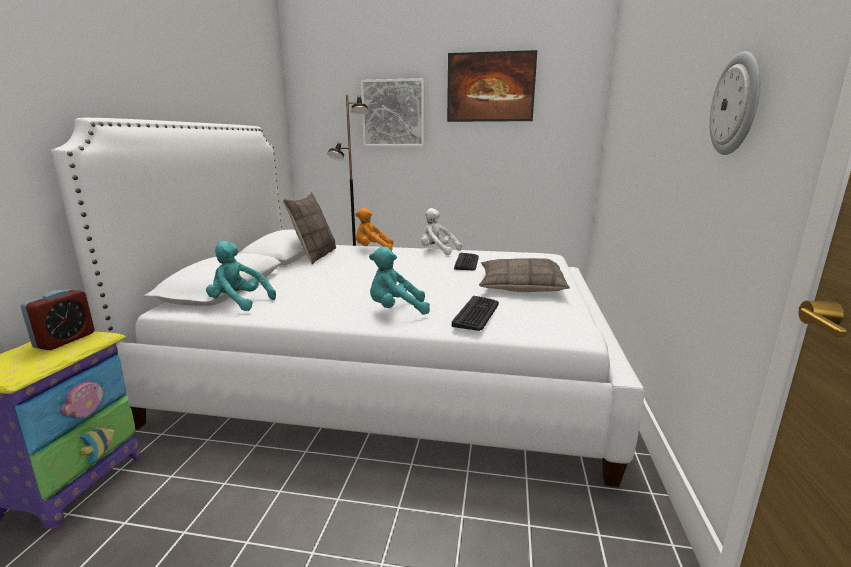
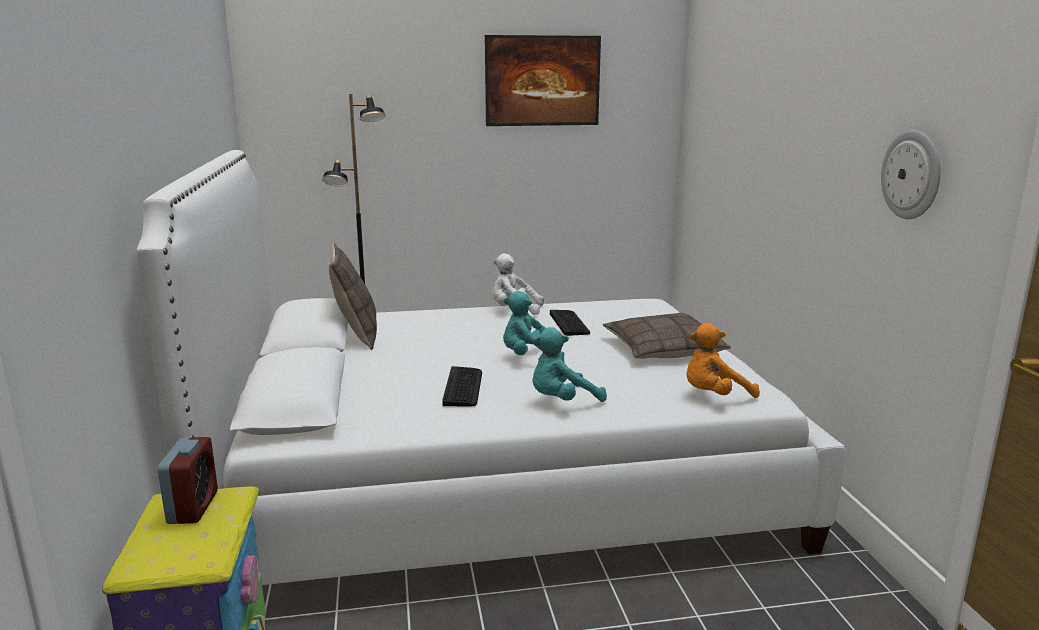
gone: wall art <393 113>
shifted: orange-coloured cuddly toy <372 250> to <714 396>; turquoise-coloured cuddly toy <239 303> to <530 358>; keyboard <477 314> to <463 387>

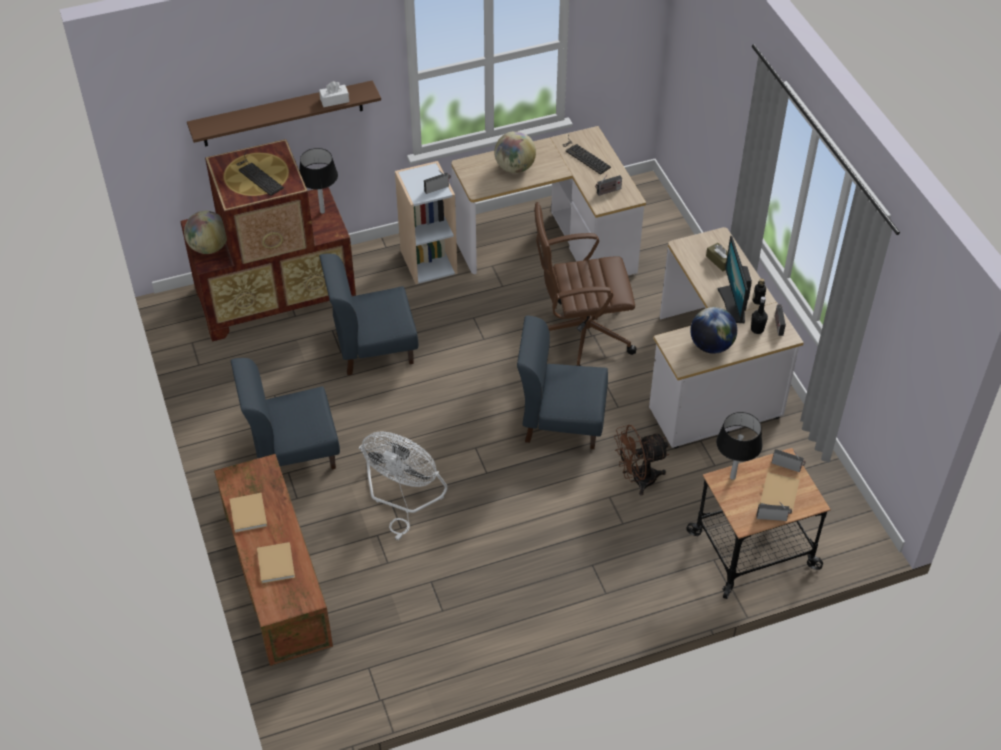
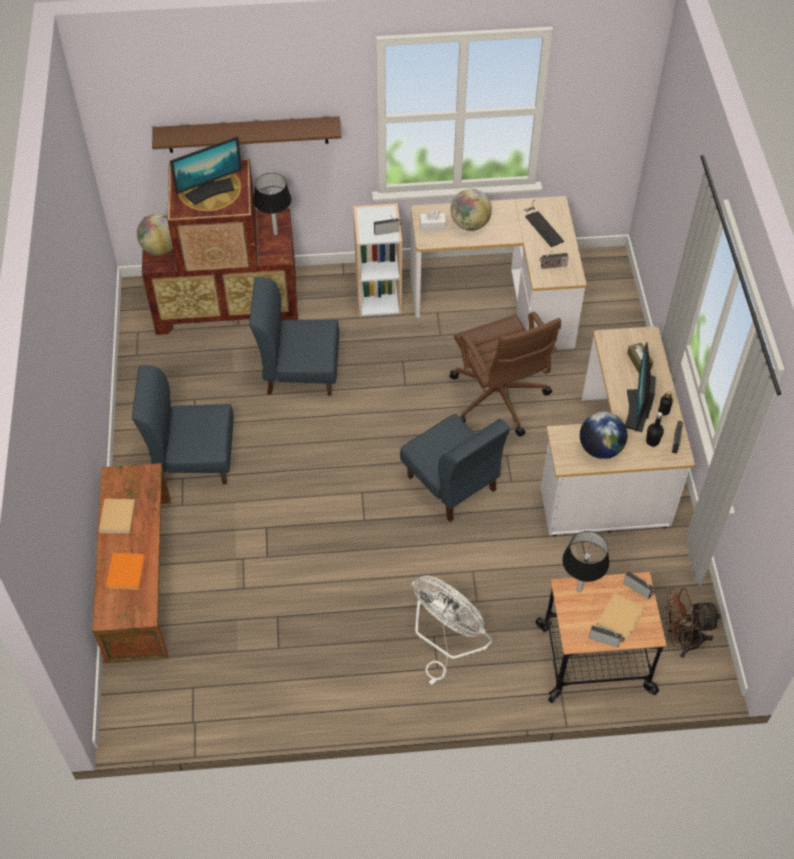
shifted: whitish tissue box <334 100> to <432 225>; brownish electric fan <637 479> to <682 639>; whitish electric fan <400 498> to <444 639>
swapped: keyboard <257 175> to monitor <210 191>
repainted: sand-coloured bound book <275 562> to orange-coloured bound book <126 571>
rotated: brownish desk chair <580 335> = <499 400> 120 degrees counterclockwise; bluish plain chair <561 421> = <451 484> 150 degrees counterclockwise

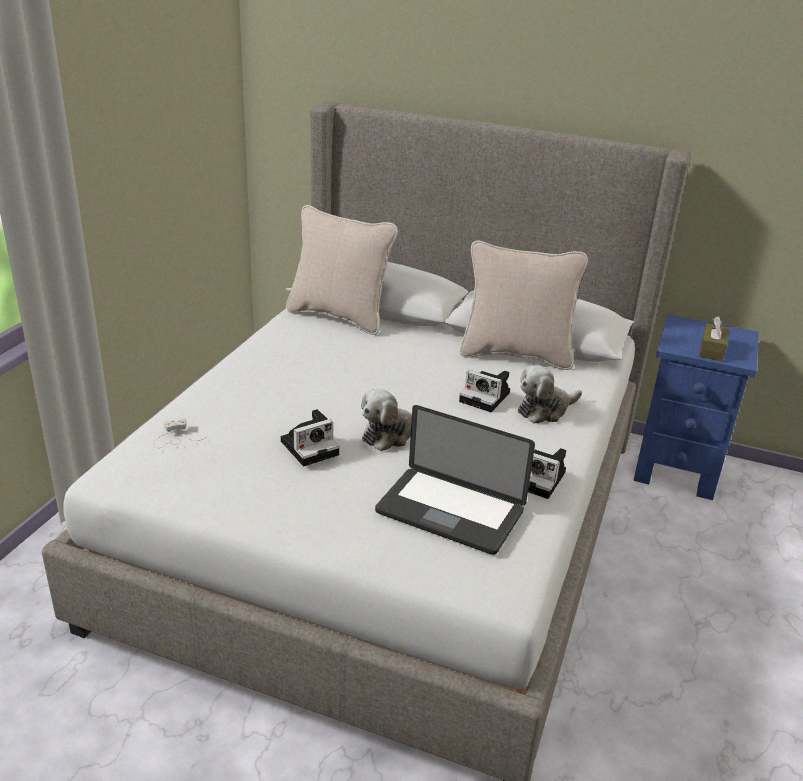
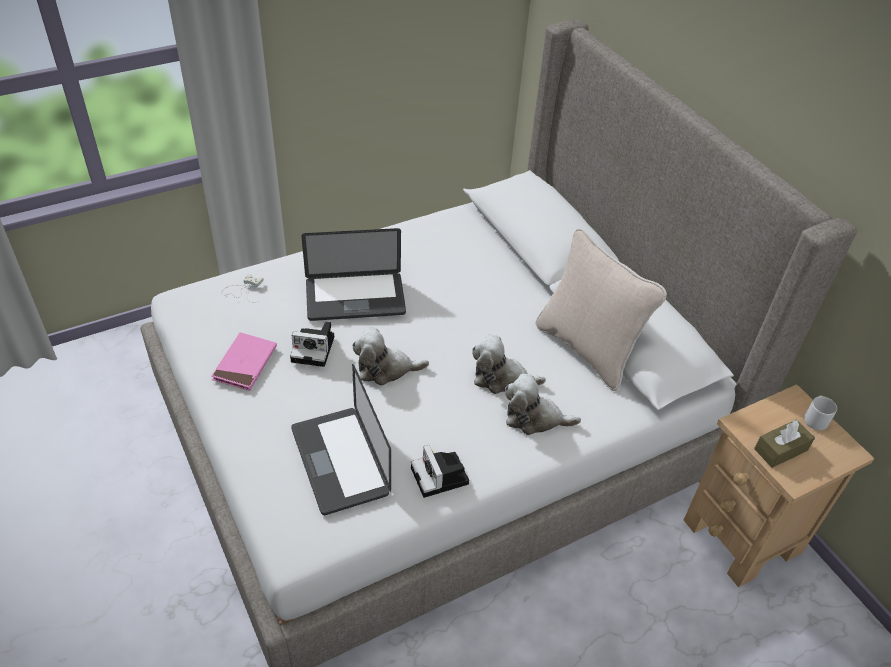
gone: sand-coloured cushion <339 316>
new: portable computer <355 298>; pinkish bound book <245 364>; grey mug <815 419>
swapped: photo camera <486 397> to cuddly toy <501 378>
repainted: bluish nightstand <677 470> to sand-coloured nightstand <741 538>

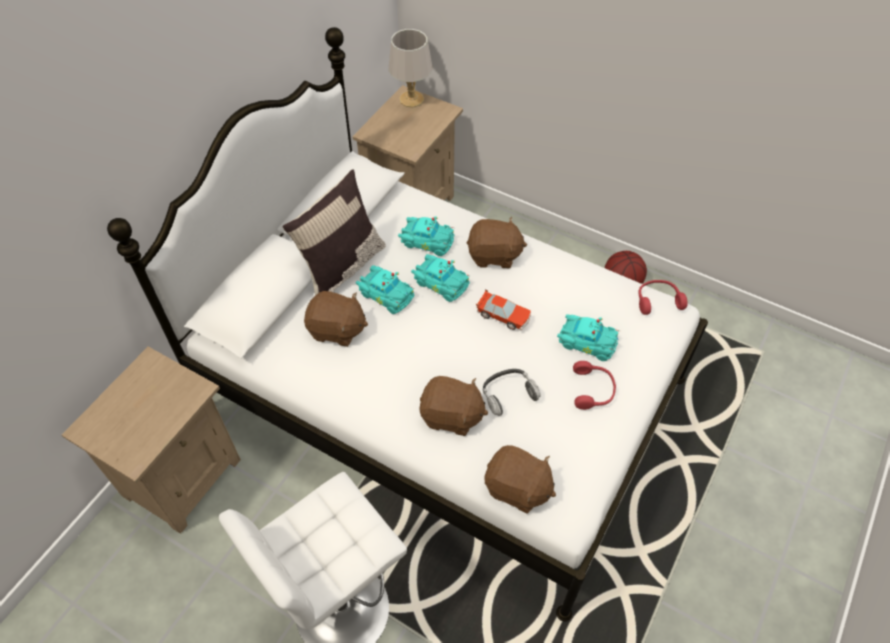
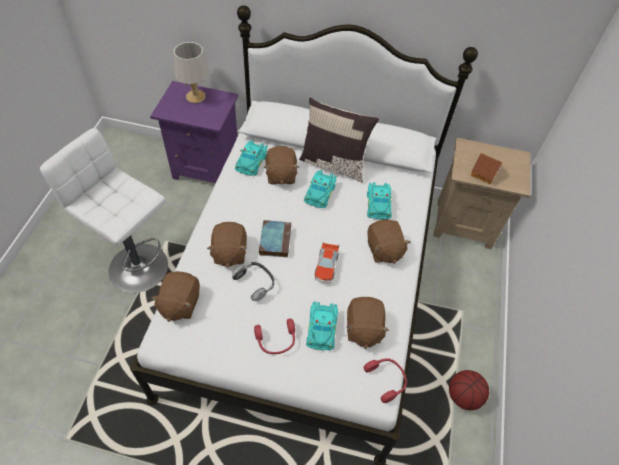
new: model house <484 173>; bound book <275 240>; brownish cuddly toy <363 329>
shifted: grey lamp for a table <412 99> to <196 96>; turquoise-coloured toy car <440 282> to <252 162>
repainted: sand-coloured nightstand <185 477> to purple-coloured nightstand <206 169>

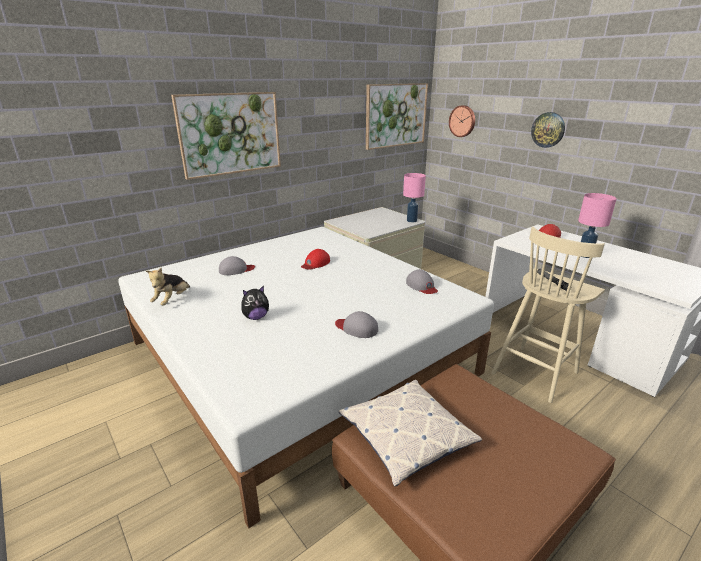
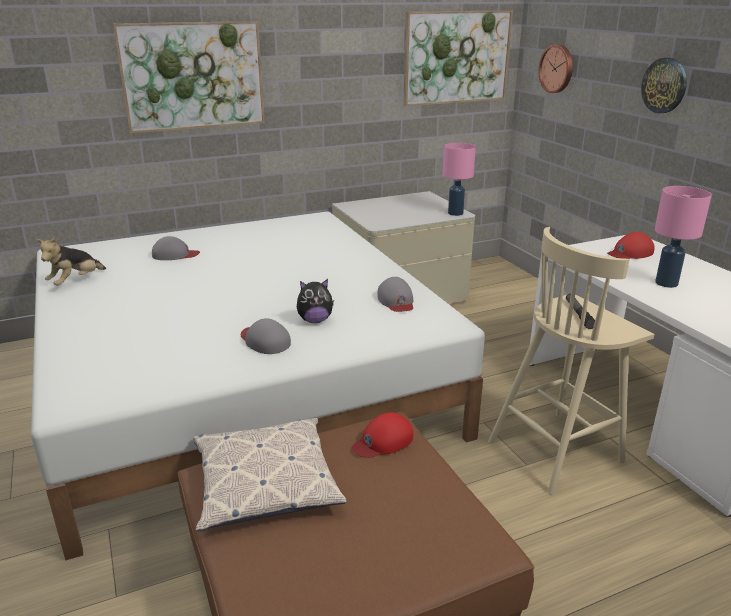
shifted: red cap <315 263> to <383 441>; cuddly toy <256 317> to <315 320>

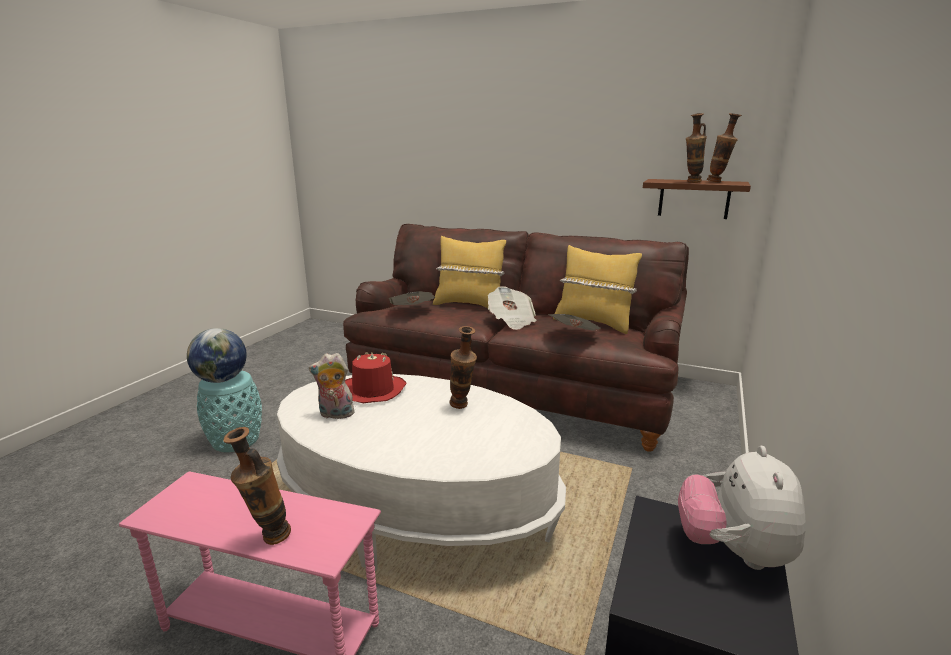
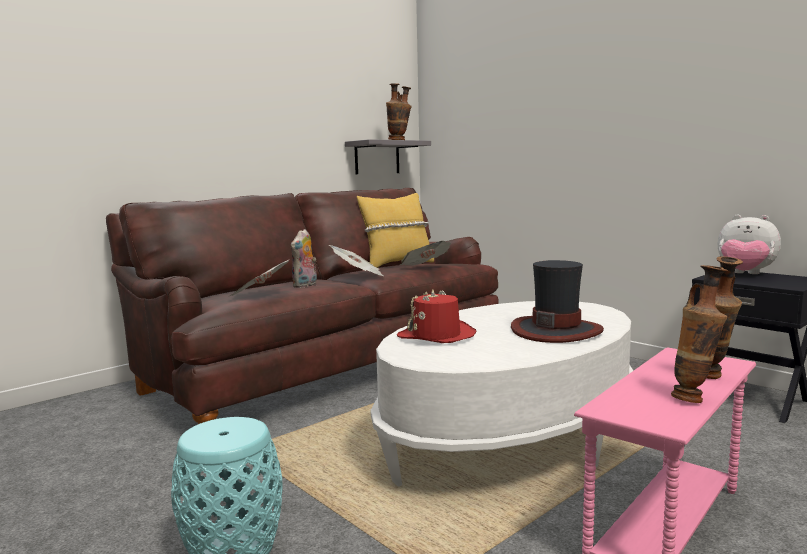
gone: yellow cushion <469 305>; world globe <221 380>
new: clothing hat <556 330>
shifted: decorative vase <462 407> to <695 399>; cuddly toy <335 415> to <305 285>
repainted: brownish bracket shelf <694 198> to grey bracket shelf <377 158>

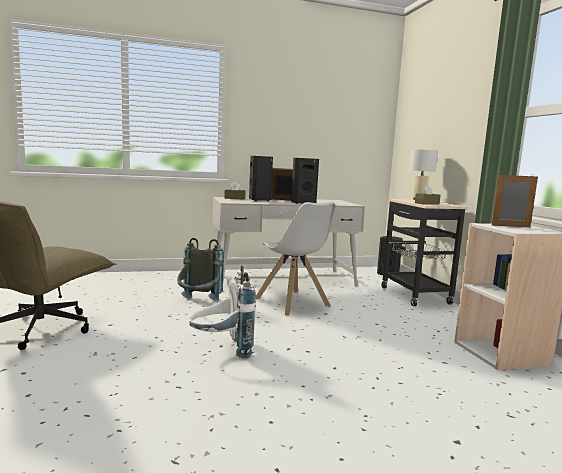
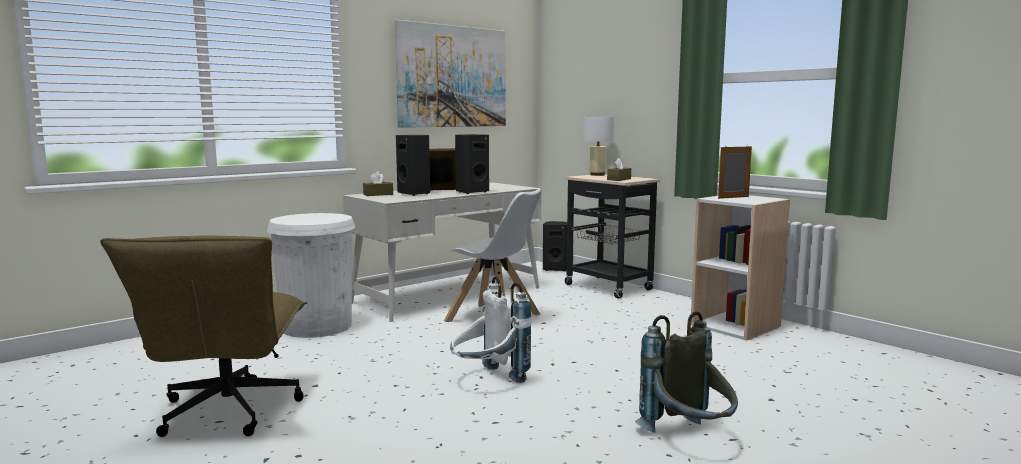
new: wall art <452 76>; whitish trash can <316 326>
shifted: grey rucksack <198 303> to <689 438>

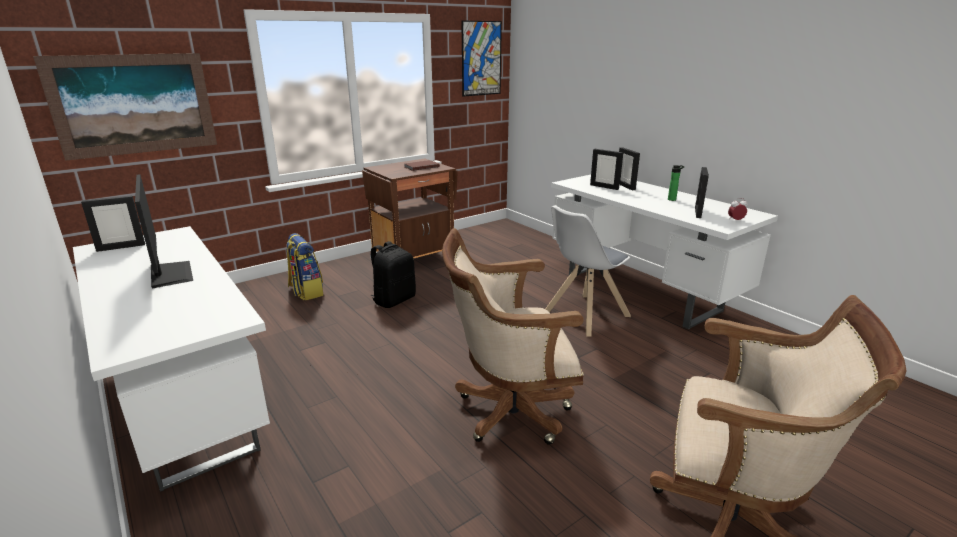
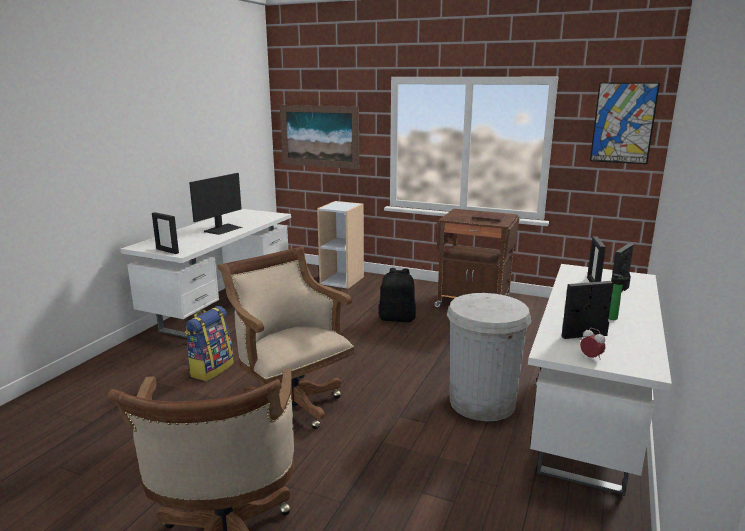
new: bookshelf <342 280>
shifted: standing frame <121 247> to <168 251>; rucksack <306 292> to <211 369>
swapped: plain chair <584 315> to whitish trash can <482 402>

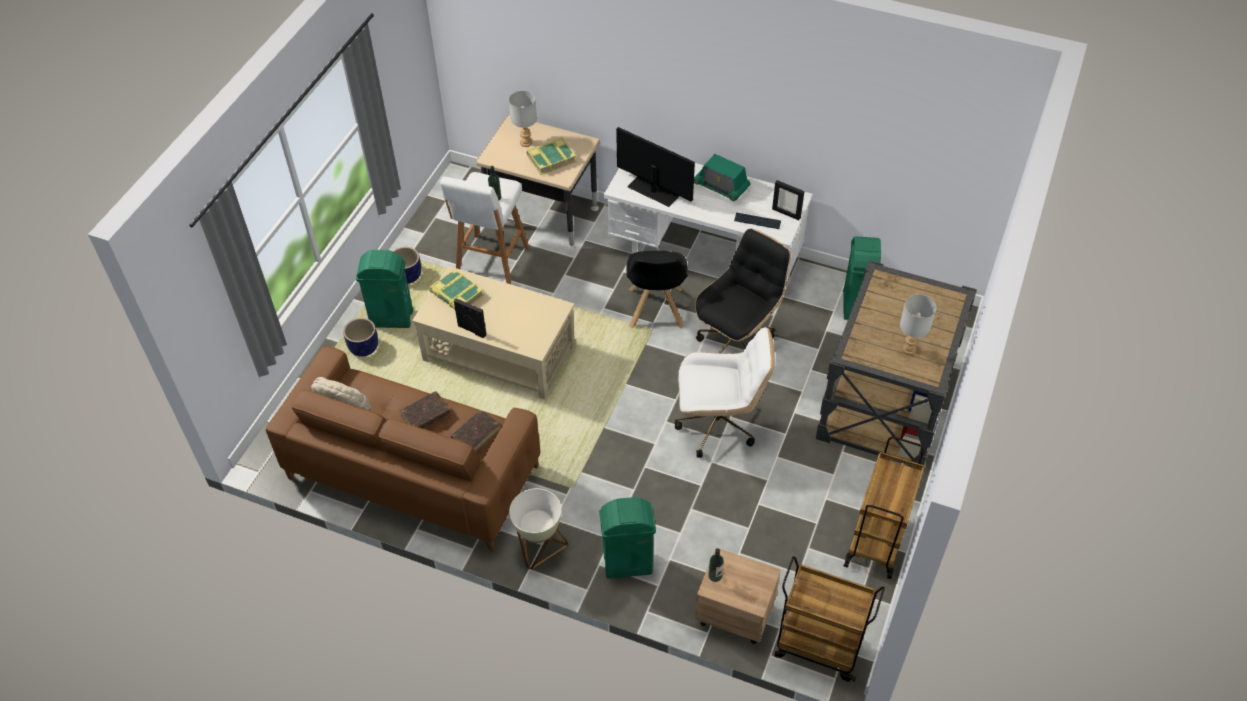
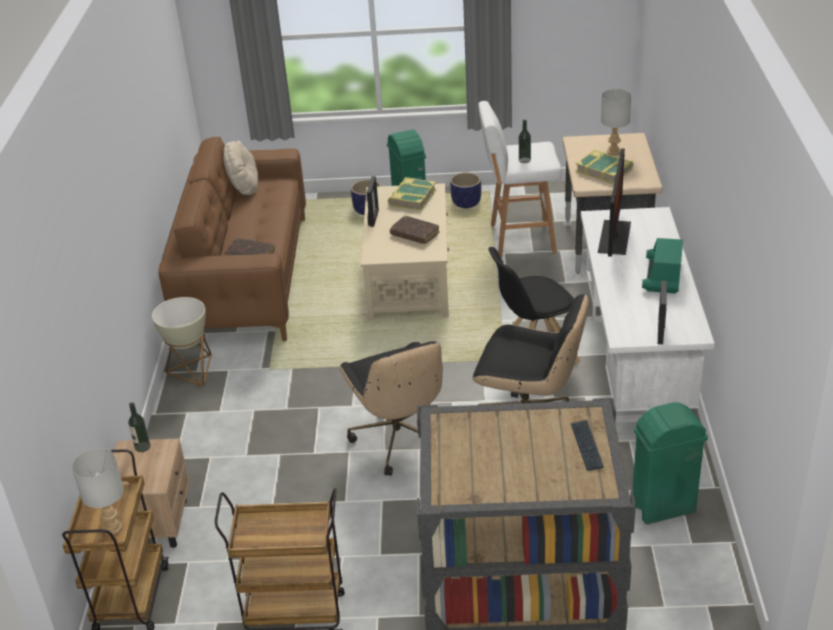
gone: green trash can <627 564>
shifted: keyboard <757 221> to <586 446>; grey lamp for a table <909 349> to <112 529>; brownish bound book <426 415> to <415 234>
repainted: whitish desk chair <719 427> to black-coloured desk chair <399 444>

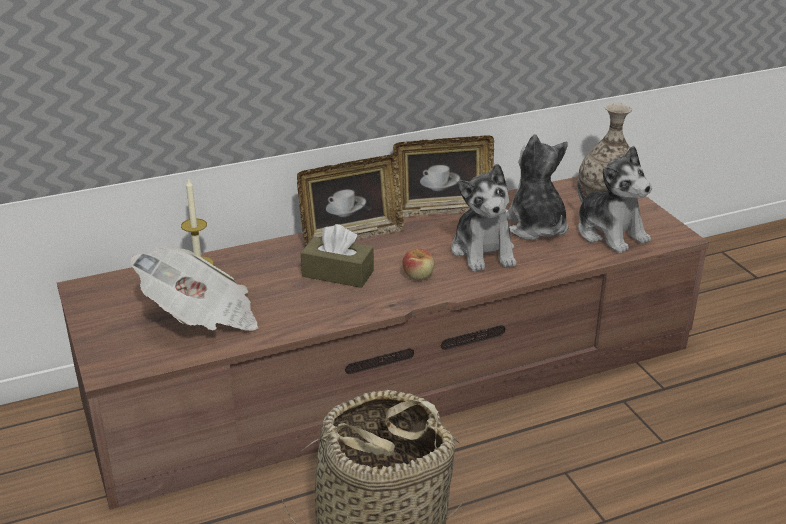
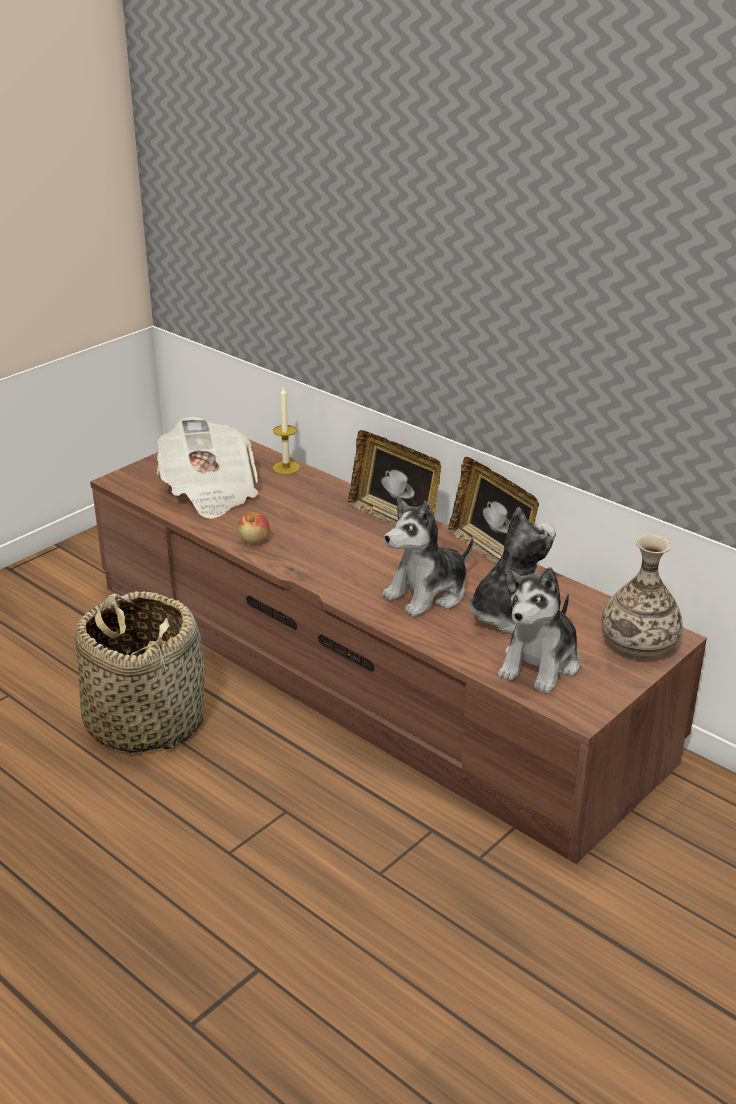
gone: brownish tissue box <338 273>
shifted: whole apple <418 276> to <254 540>

